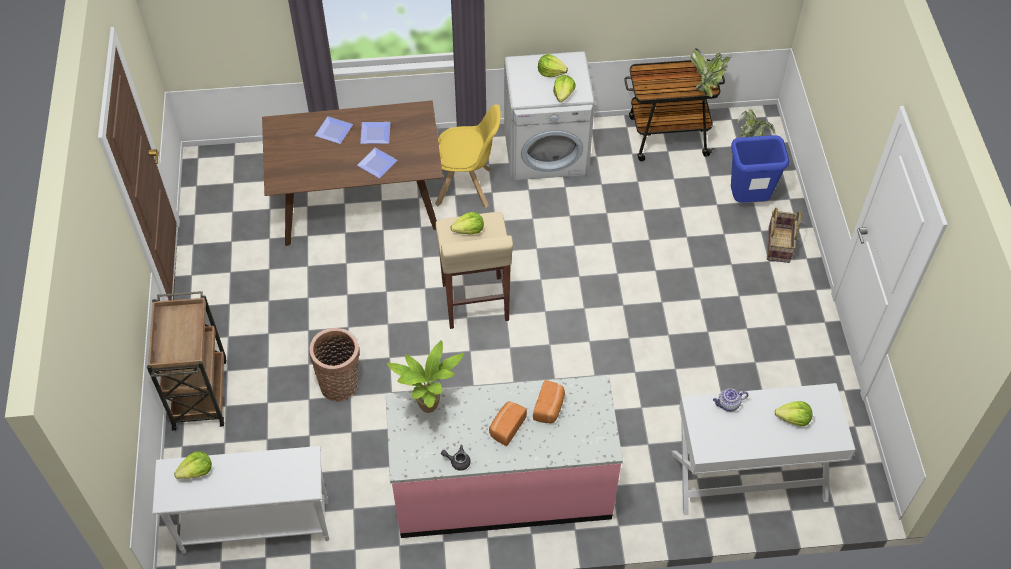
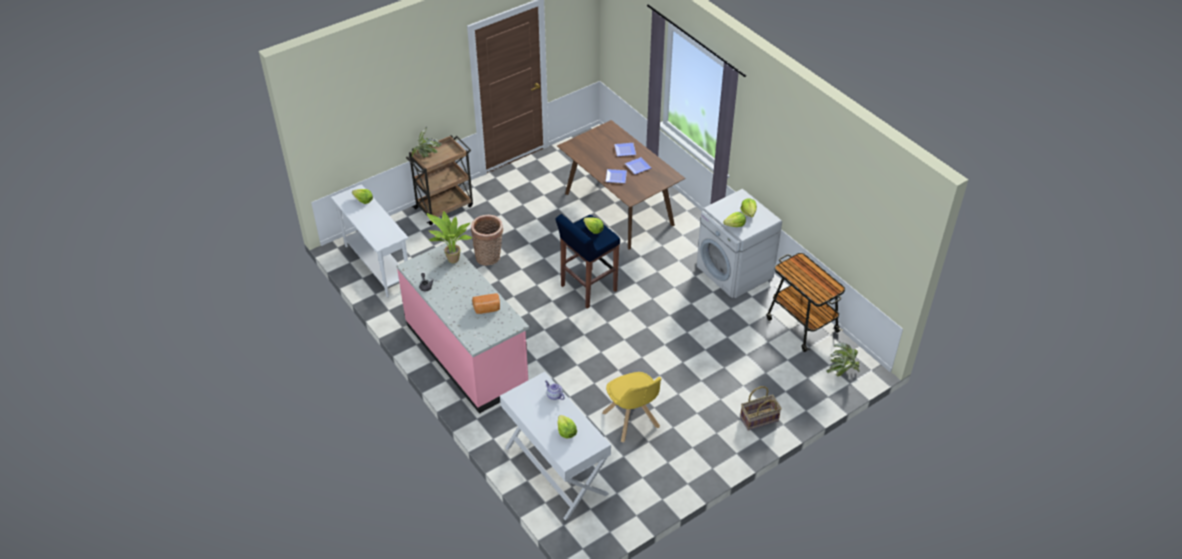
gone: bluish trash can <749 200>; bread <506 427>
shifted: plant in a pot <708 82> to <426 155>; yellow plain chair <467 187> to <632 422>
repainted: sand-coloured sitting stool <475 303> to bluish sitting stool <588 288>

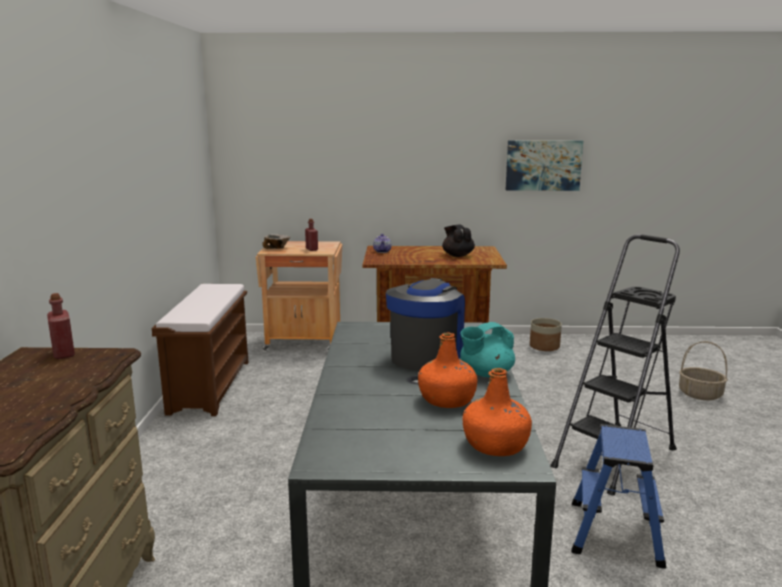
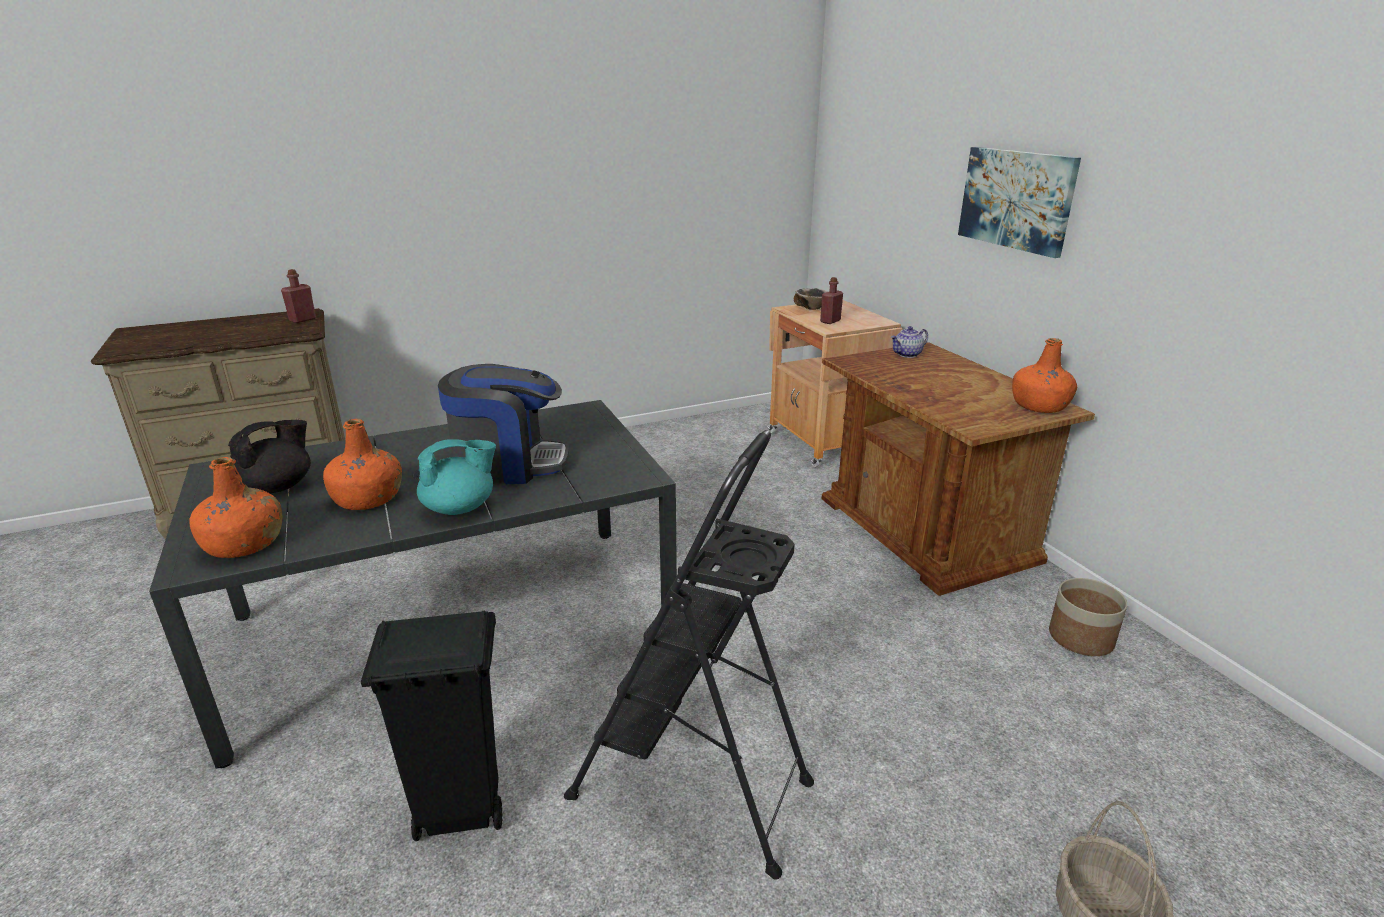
gone: brownish long seat <210 386>
new: orange-coloured drink bottle <1040 406>
shifted: wall art <543 165> to <1016 199>; black-coloured tea pot <457 255> to <279 486>
swapped: bluish step stool <615 533> to black-coloured trash can <460 811>
rotated: turquoise-coloured tea pot <485 373> = <460 508> 120 degrees clockwise

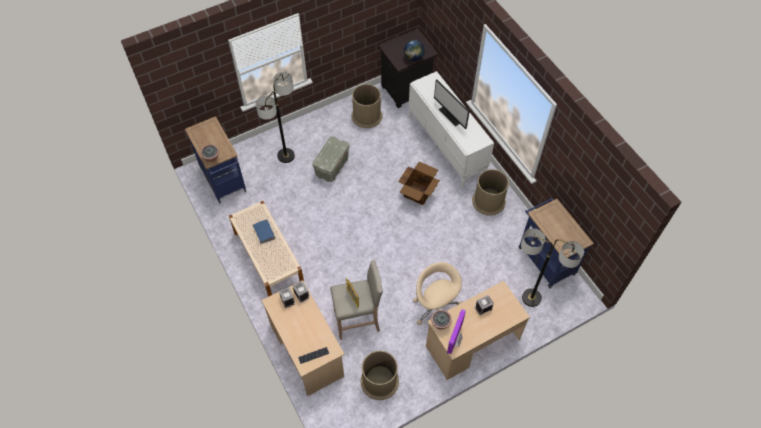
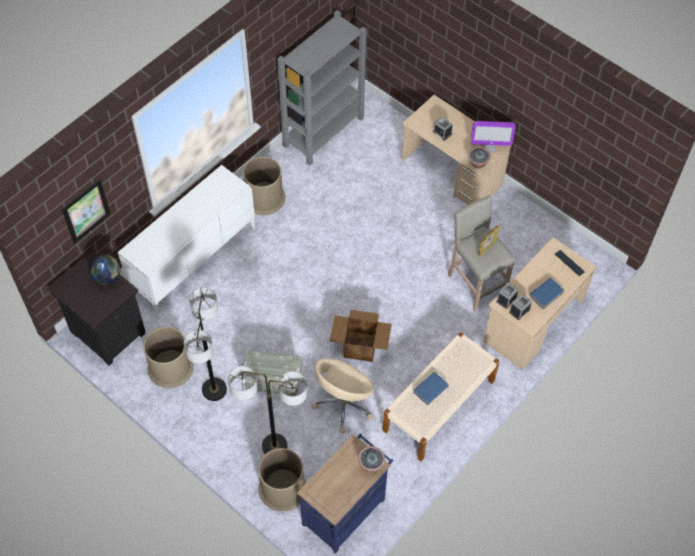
gone: monitor <452 114>
new: wall art <86 211>; bluish bound book <546 295>
shifted: carton <418 192> to <359 346>; standing lamp <531 297> to <214 390>; sand-coloured desk chair <435 307> to <343 406>; brownish trash can <379 381> to <282 488>
swapped: bluish trolley <545 259> to grey bookshelf <323 131>

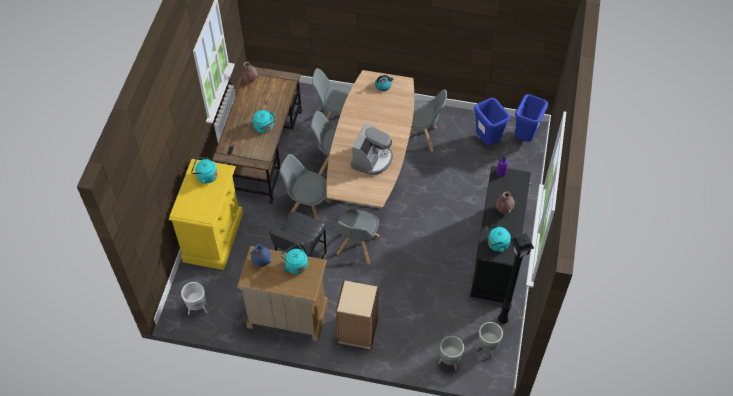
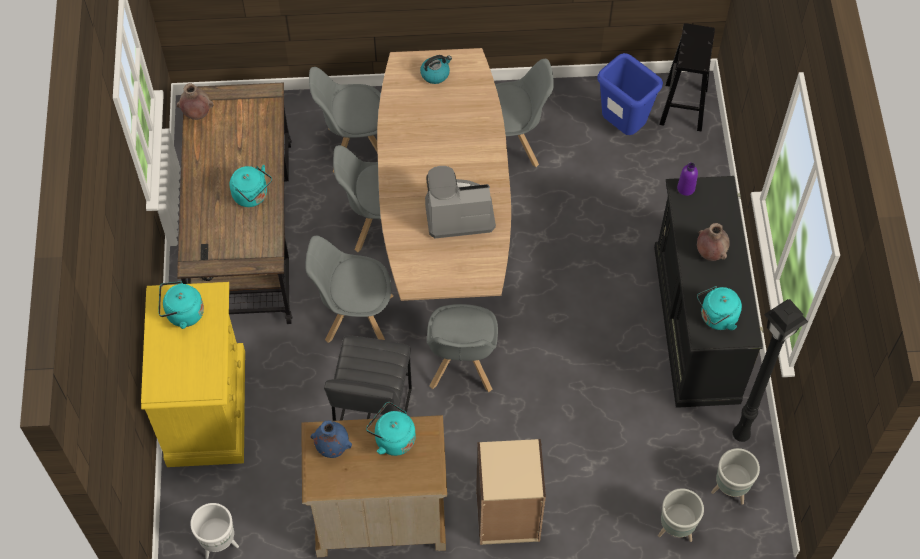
swapped: bluish trash can <525 137> to black-coloured sitting stool <683 106>
rotated: coffee machine <372 159> = <458 212> 105 degrees counterclockwise

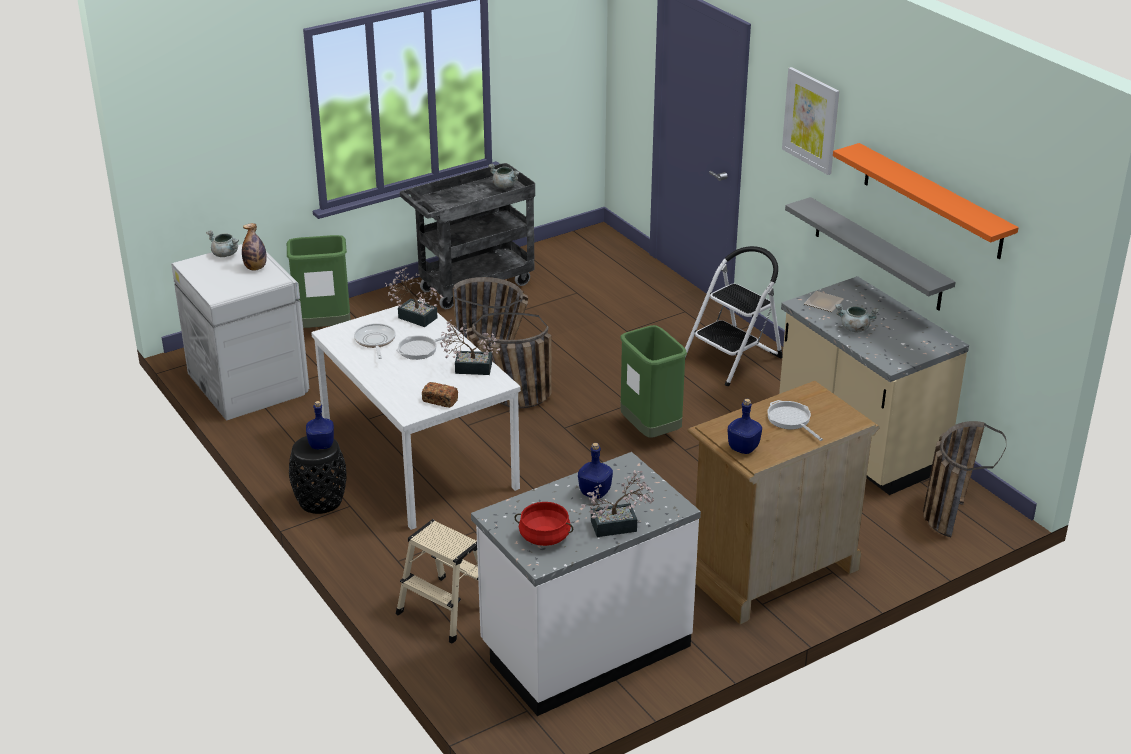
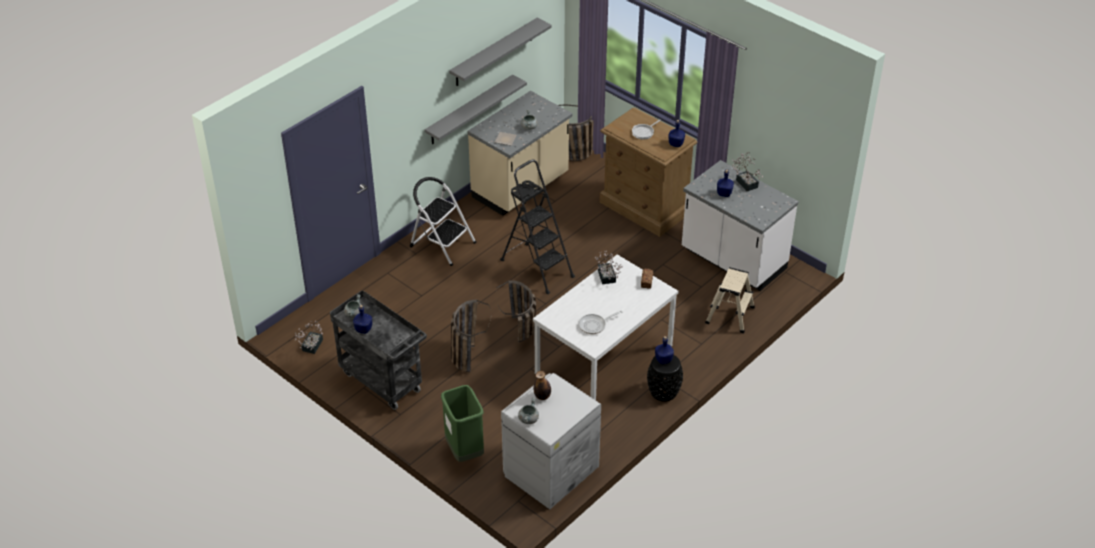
gone: wall art <811 120>; frying pan <420 349>; red cooking pot <544 537>
new: bluish drink bottle <364 329>
shifted: plant in a pot <414 316> to <311 347>
swapped: green trash can <650 432> to step stool <536 267>
repainted: orange-coloured bracket shelf <932 201> to grey bracket shelf <494 52>

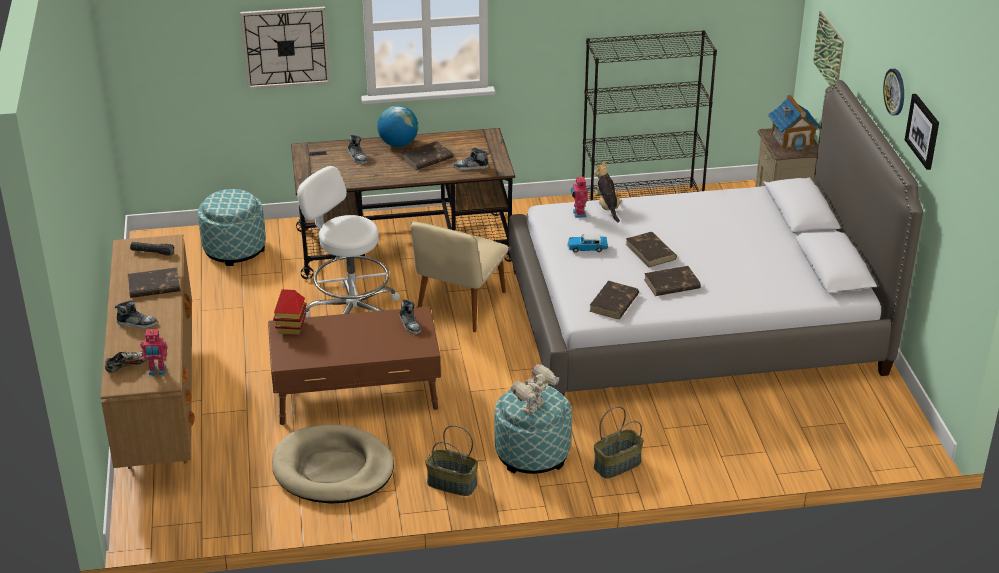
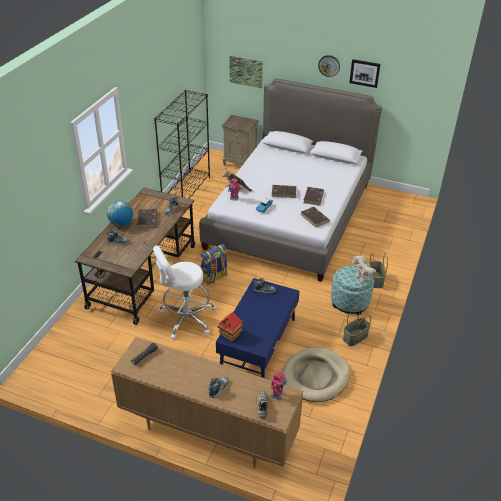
gone: hanging clock <285 47>; model house <792 139>; footrest <234 249>; brownish bound book <153 286>
swapped: sand-coloured plain chair <461 304> to rucksack <214 277>
repainted: brownish low table <357 393> to bluish low table <258 343>

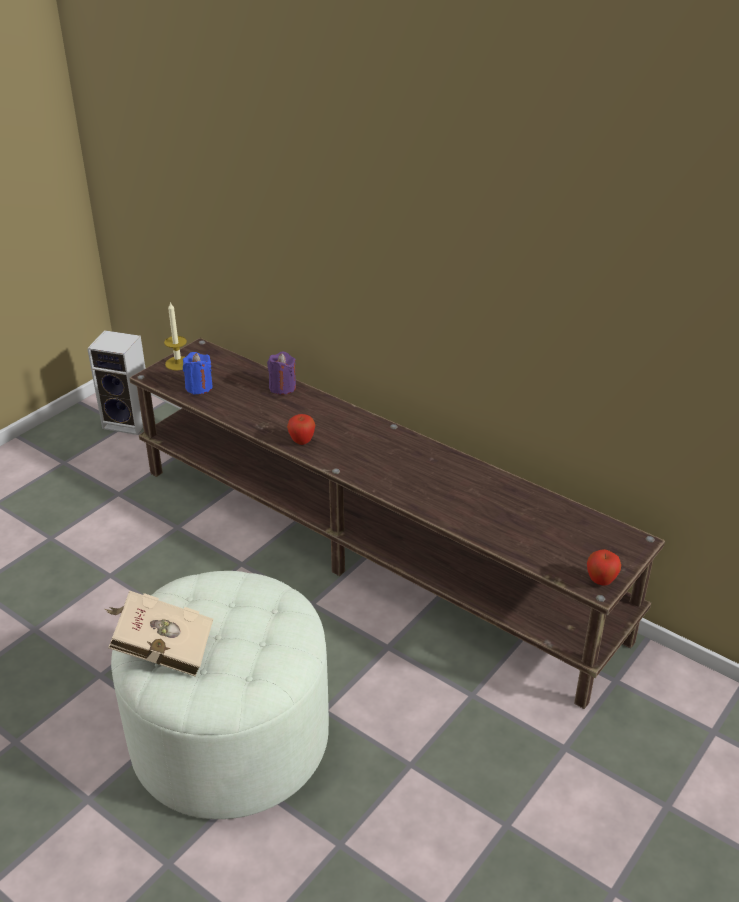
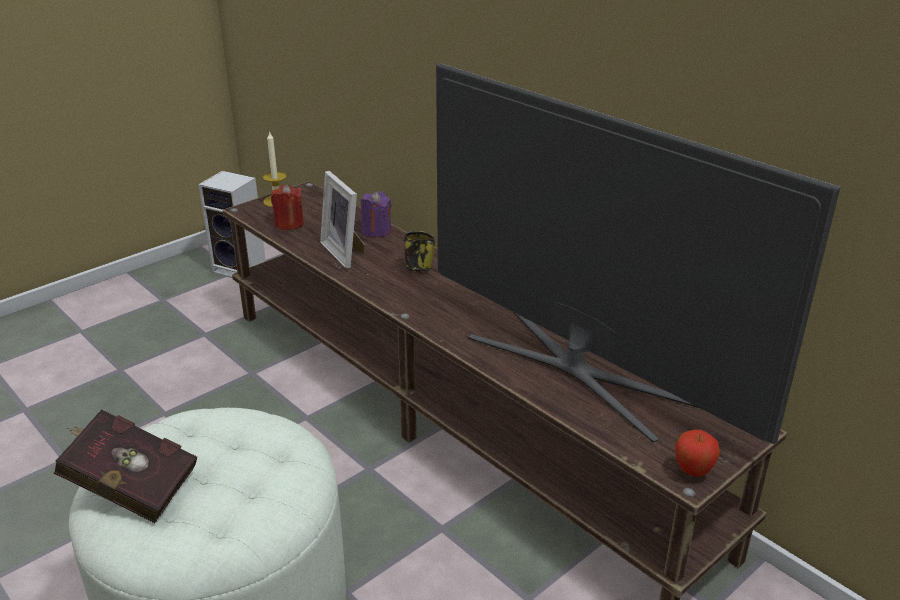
gone: whole apple <302 442>
new: television <579 369>; standing frame <346 252>; mug <418 267>
repainted: bluish wax light <199 387> to red wax light <289 224>; sand-coloured bound book <161 649> to red bound book <129 486>

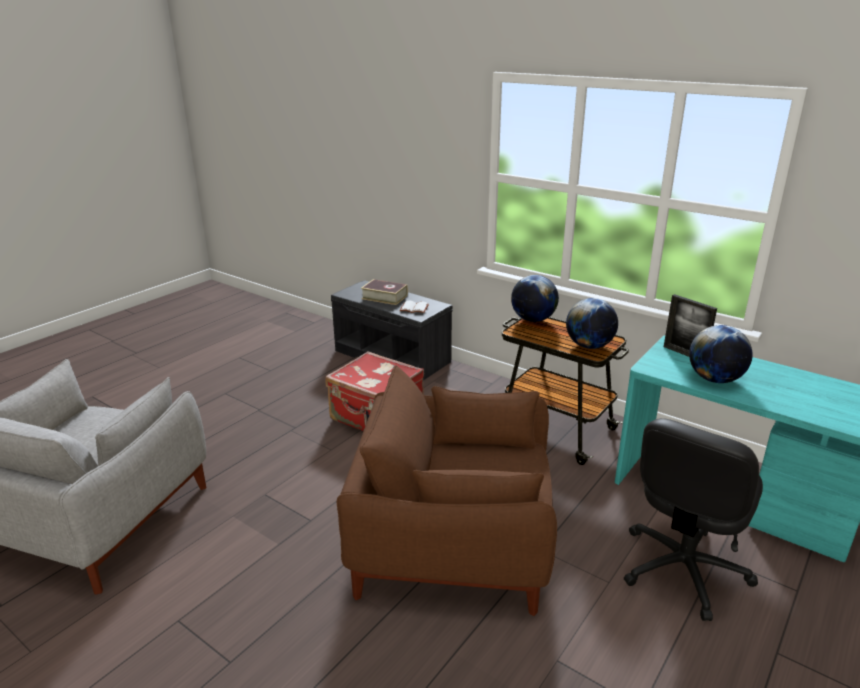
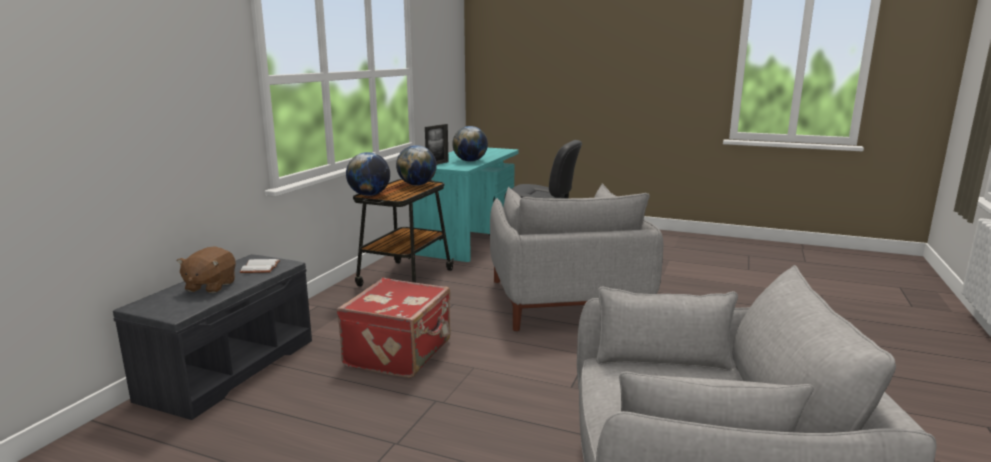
swapped: bound book <384 297> to brownish cuddly toy <210 286>
repainted: brownish armchair <453 541> to grey armchair <566 300>

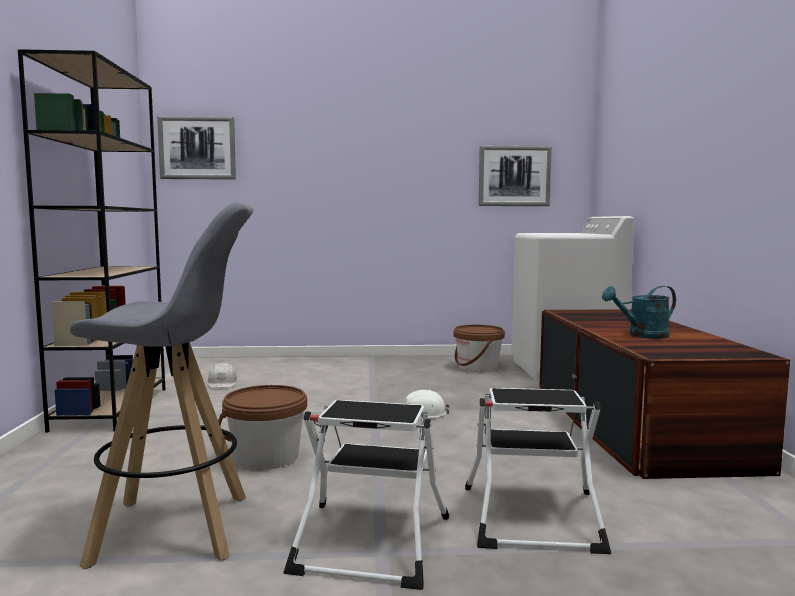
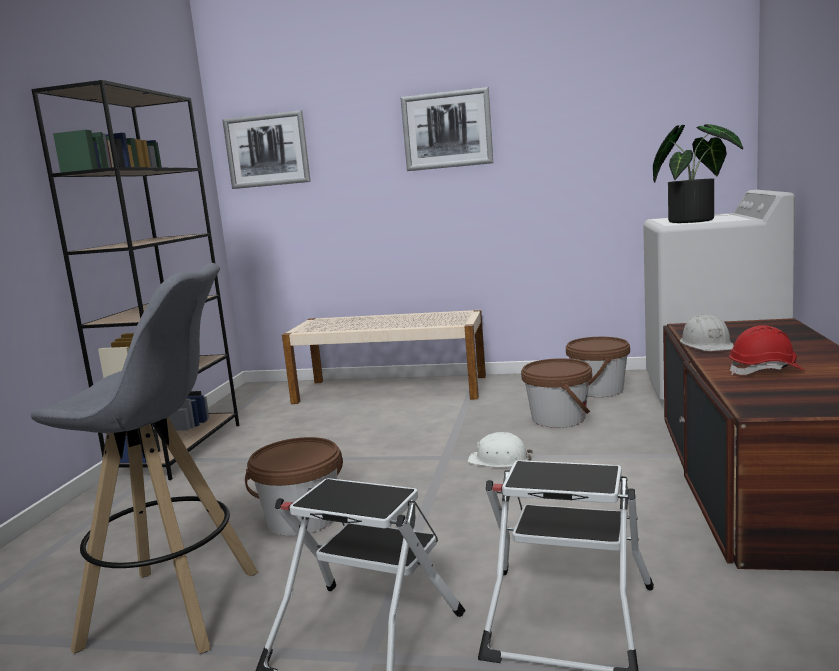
new: plant in a pot <696 220>; sand-coloured long seat <391 389>; brownish water bucket <558 418>
shifted: wall art <514 176> to <447 130>; whitish hard hat <222 383> to <707 344>
swapped: turquoise-coloured watering can <642 335> to red hard hat <766 371>

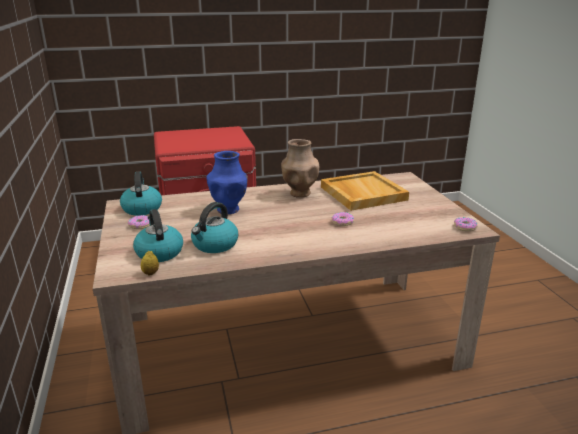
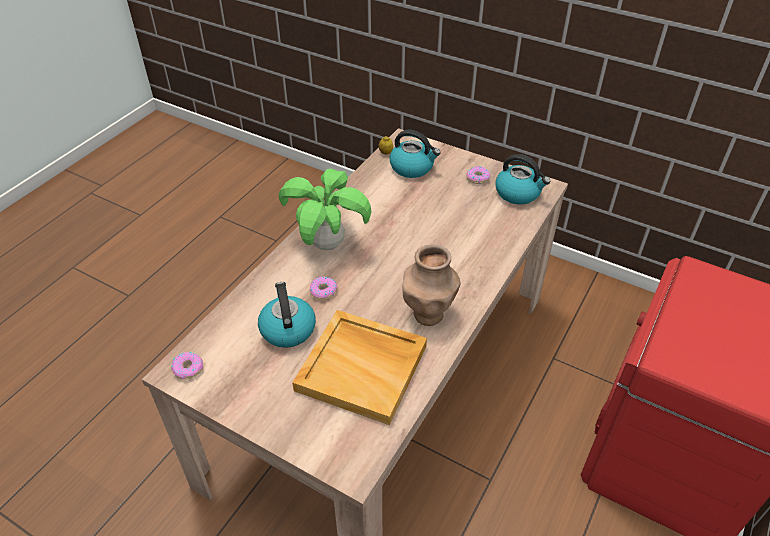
gone: bluish decorative vase <228 209>
new: plant in a pot <327 244>
shifted: kettle <214 245> to <287 329>

